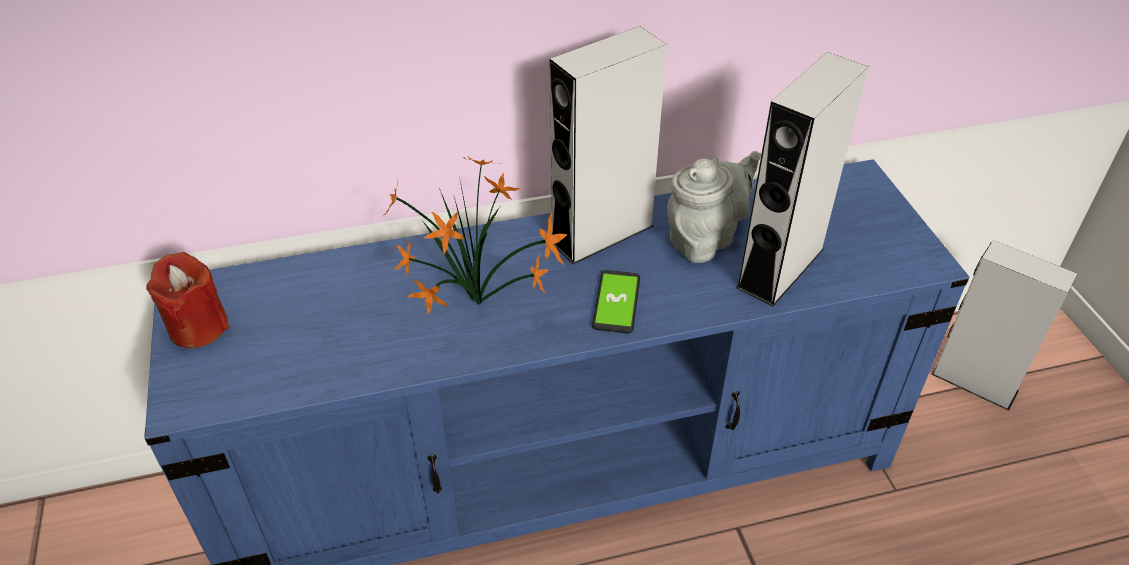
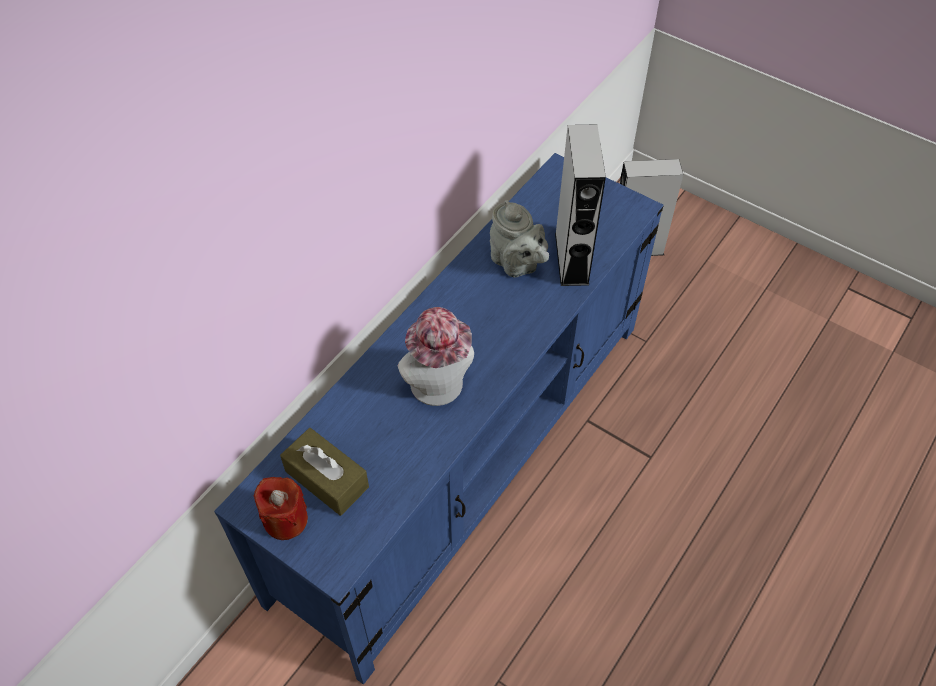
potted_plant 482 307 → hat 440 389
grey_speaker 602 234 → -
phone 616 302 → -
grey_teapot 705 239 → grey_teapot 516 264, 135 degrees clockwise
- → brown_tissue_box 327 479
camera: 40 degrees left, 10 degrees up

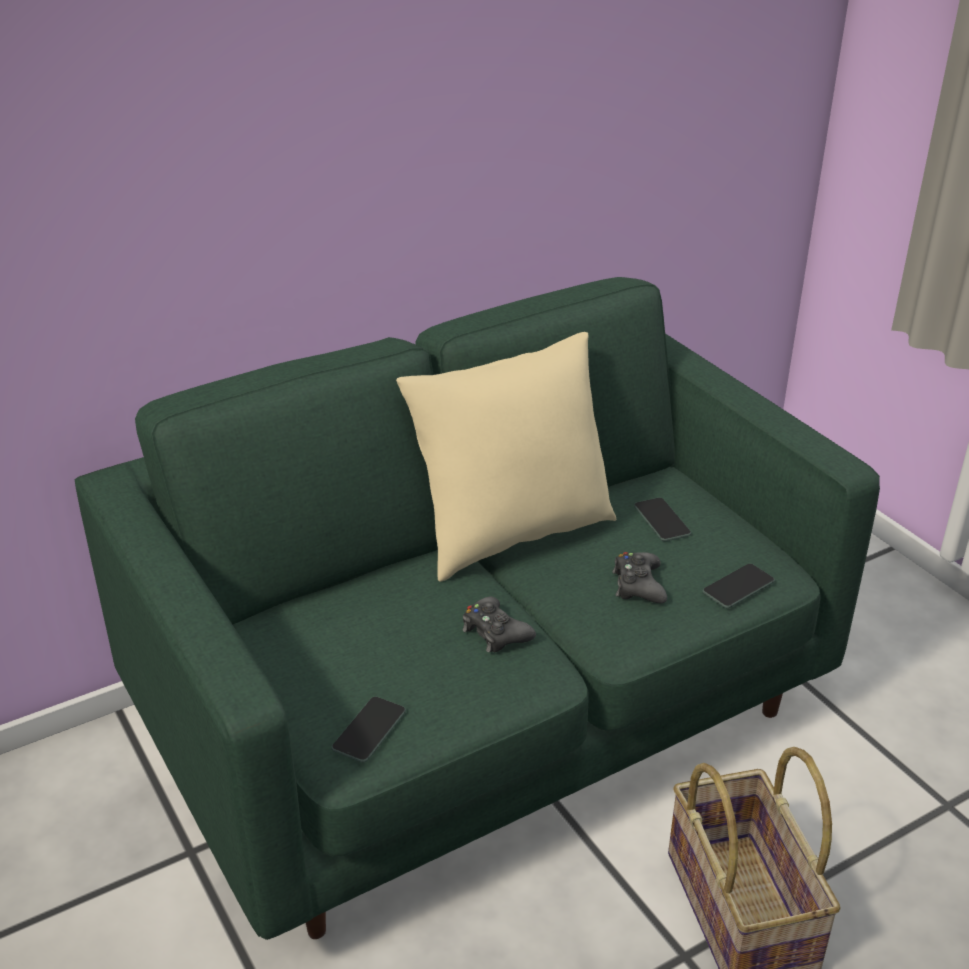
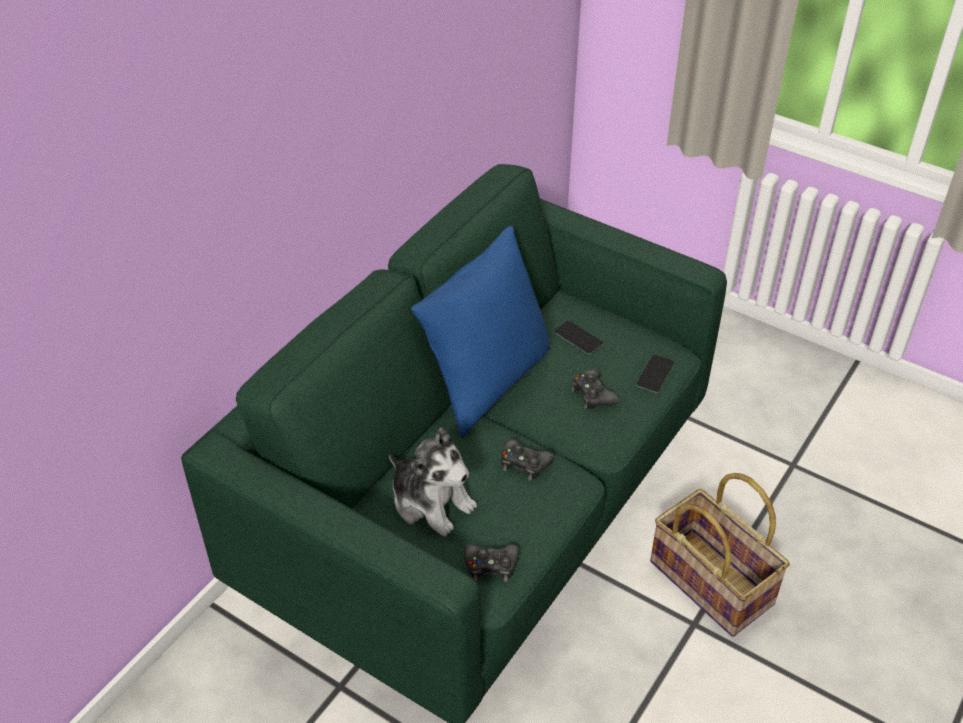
phone 369 730 → black_game_controller 491 565
beige_pillow 511 534 → blue_pillow 486 383
- → plush_toy 431 502
camera: 25 degrees left, 10 degrees up

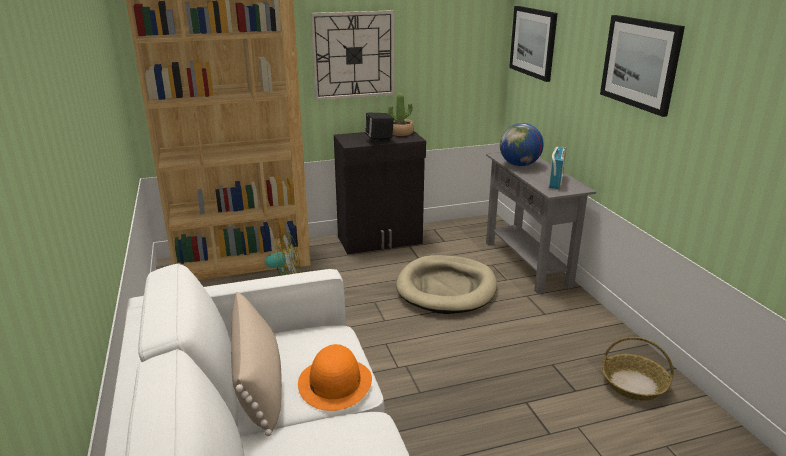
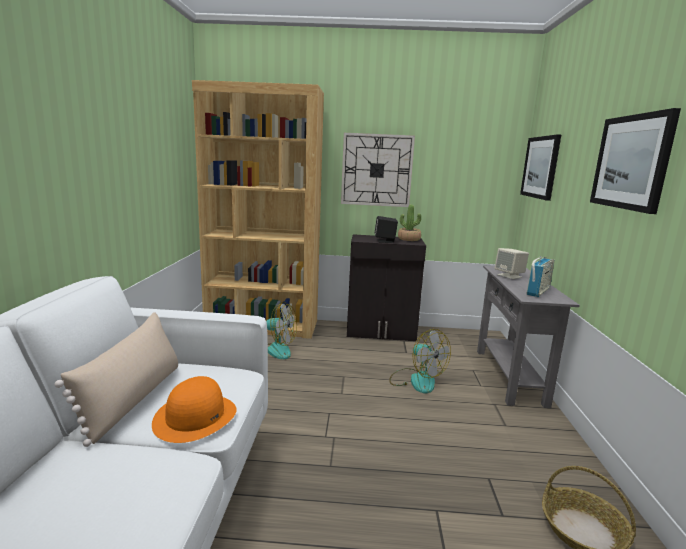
beige_dog_bed 446 288 → fan 416 380
globe 519 165 → beige_speaker 509 276
camera: 20 degrees right, 10 degrees down

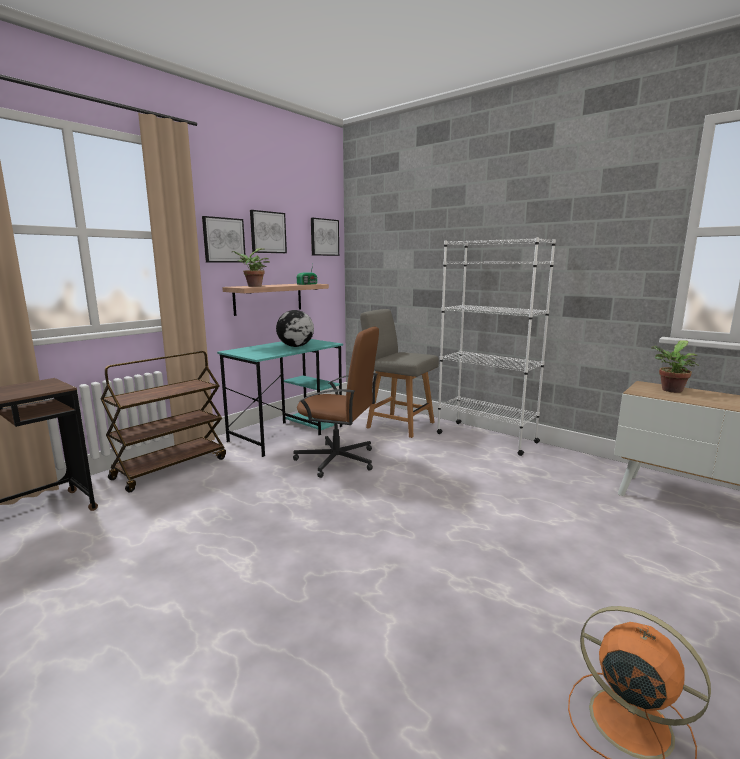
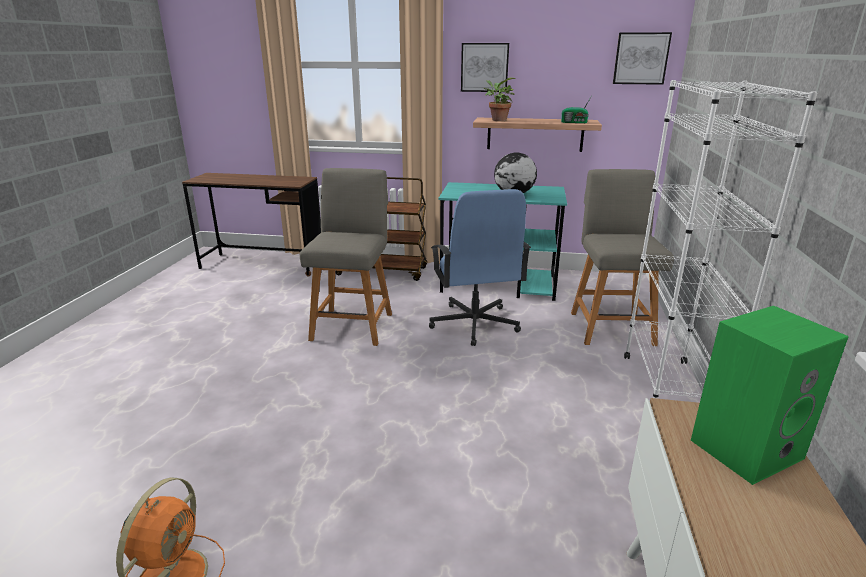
picture 267 232 → -
brown_office_chair 338 460 → blue_office_chair 474 324
potted_plant 670 390 → green_speaker 745 447
- → grey_chair 353 325
camera: 60 degrees right, 10 degrees up

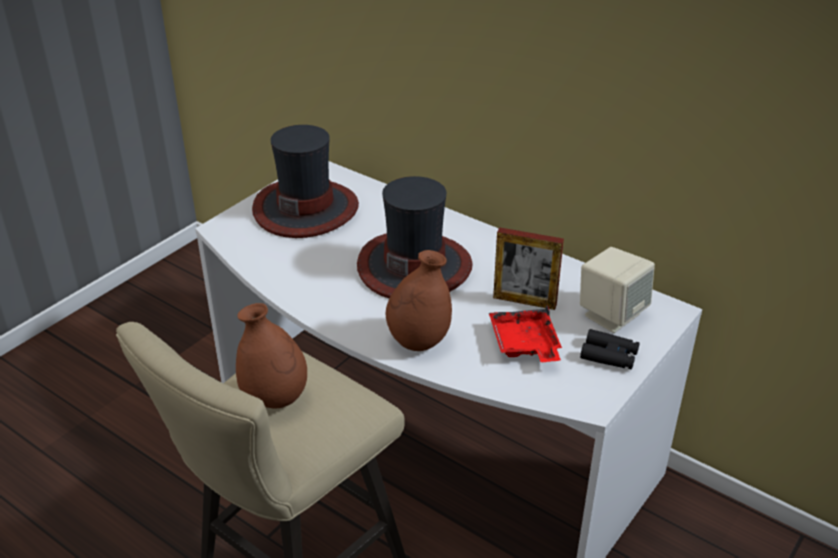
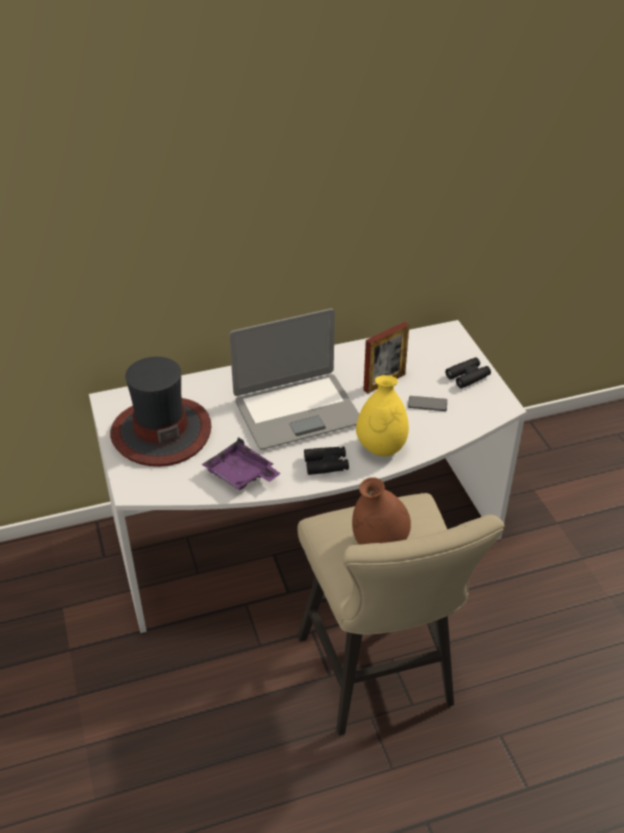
hat 414 266 → laptop 297 411
brown_vase 419 341 → yellow_vase 381 447
red_tray 525 345 → phone 427 404
beige_speaker 611 314 → -
- → purple_tray 241 475
- → black_binoculars 326 464
camera: 55 degrees left, 5 degrees up

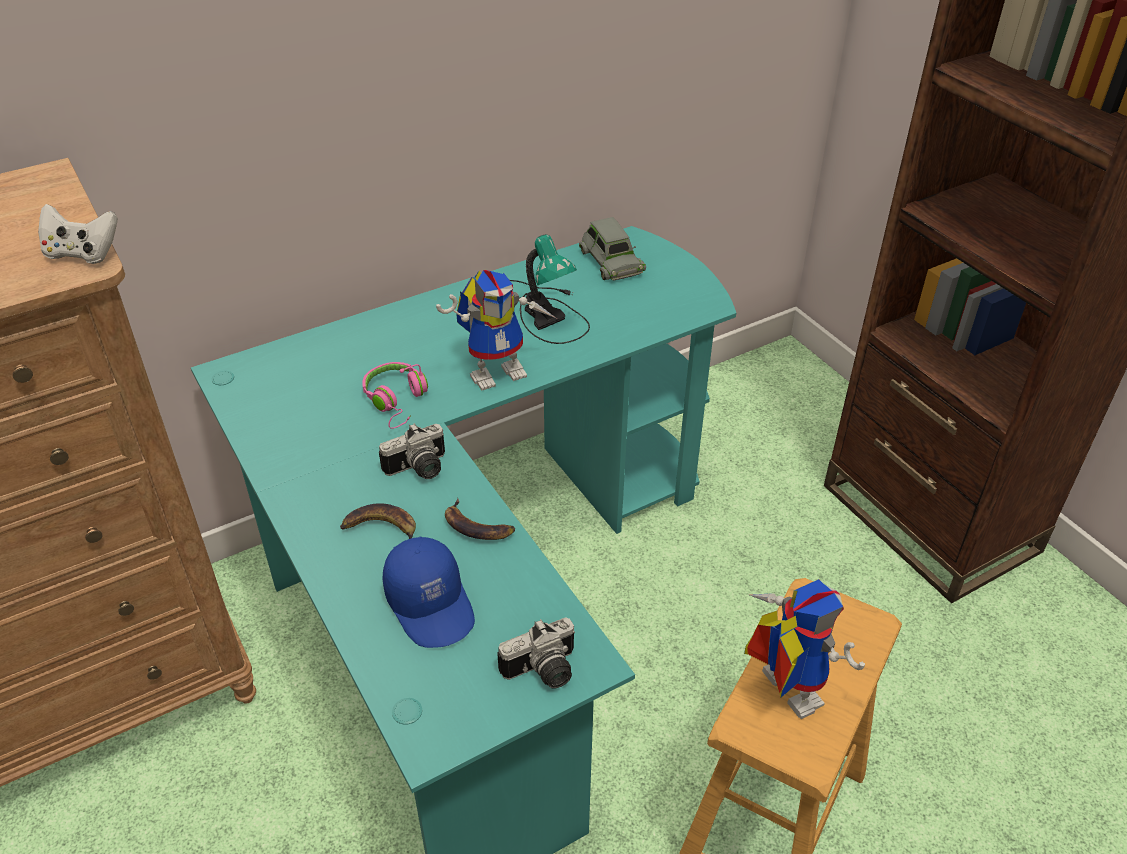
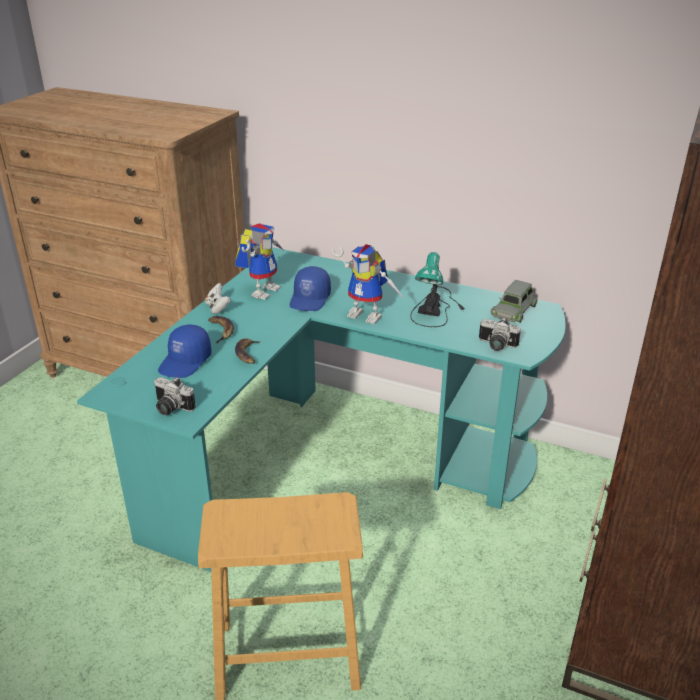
white_game_controller 82 254 → white_game_controller 218 308, move
pink_headphones 397 401 → blue_cap 310 299
photo_camera 419 470 → photo_camera 496 346, move
toy_robot 779 689 → toy_robot 263 290, move
camera: 55 degrees right, 10 degrees down

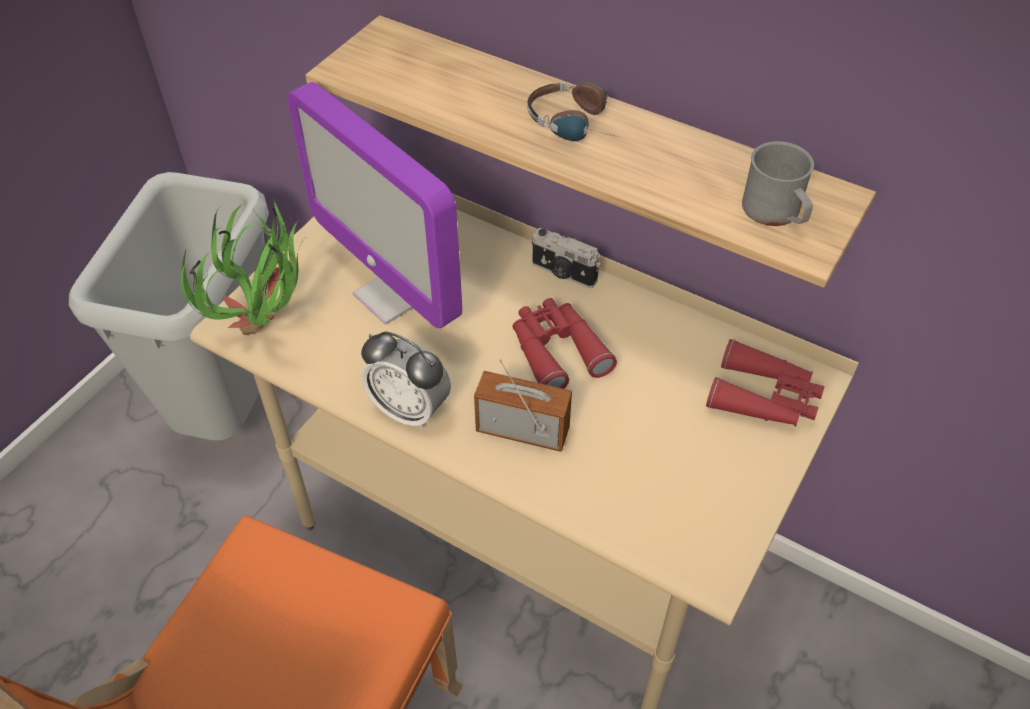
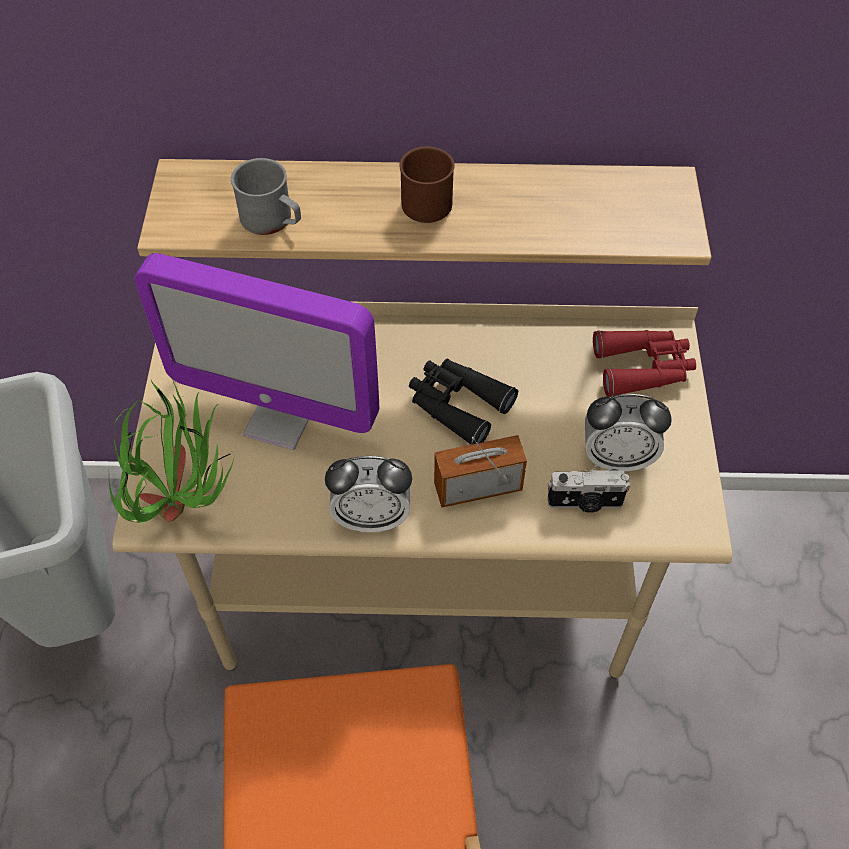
red_binoculars 556 350 → black_binoculars 457 405
headphones 579 123 → brown_mug 426 198
photo_camera 563 273 → photo_camera 585 503, move
grey_mug 776 213 → grey_mug 272 221, move
- → alarm_clock 617 457
camera: 30 degrees left, 5 degrees up

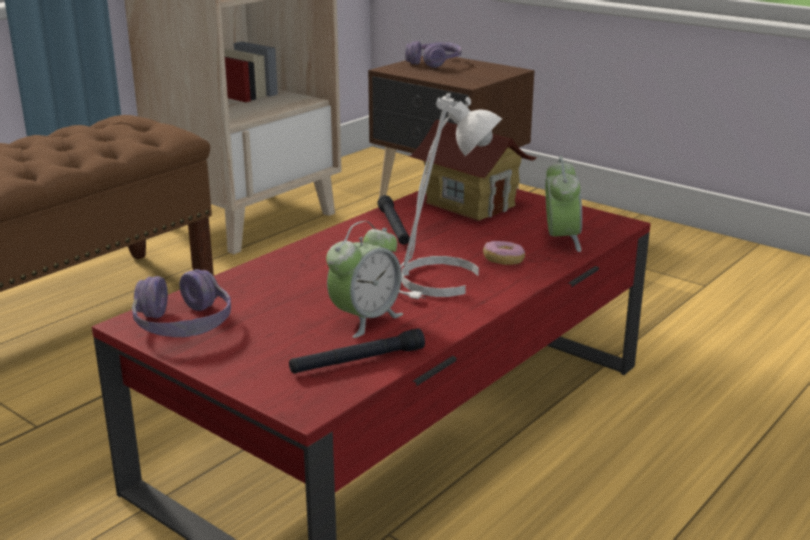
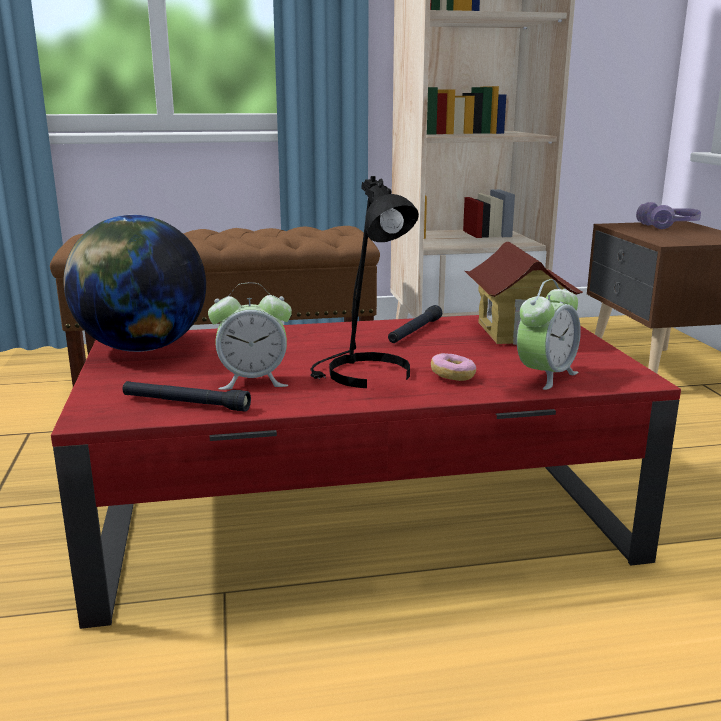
purple_headphones 183 324 → globe 141 348
white_table_lamp 439 282 → black_table_lamp 364 375
camera: 40 degrees right, 5 degrees down

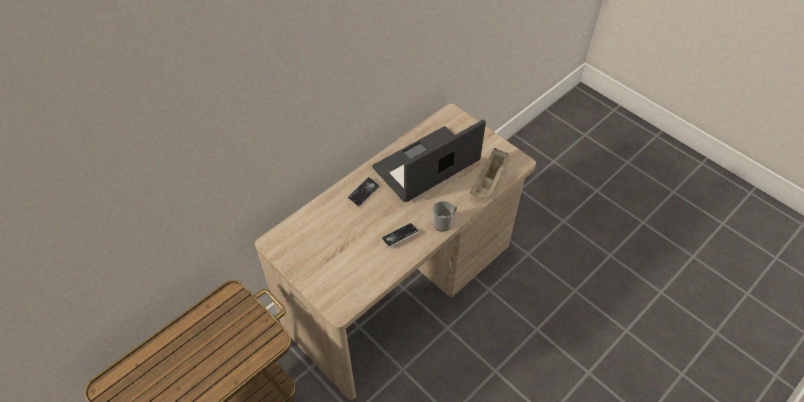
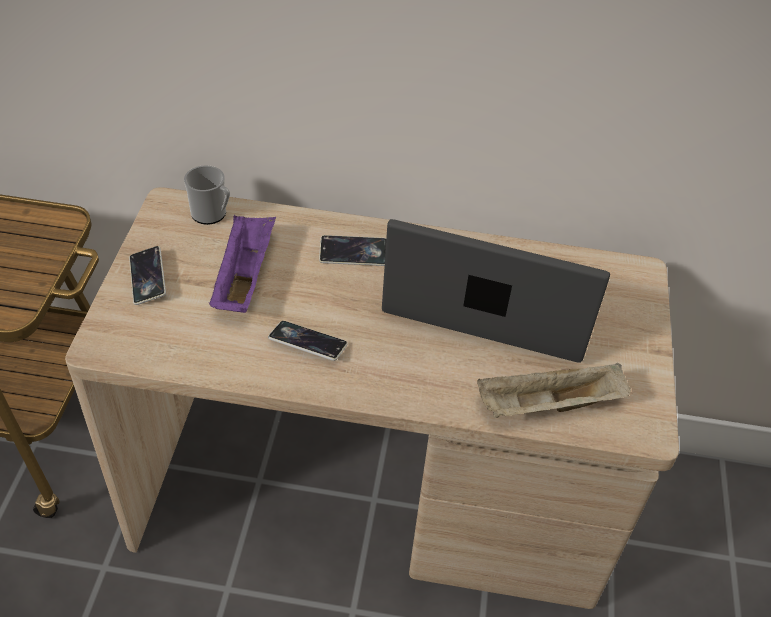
mug 444 223 → mug 212 214, move
- → phone 147 278
- → purple_tray 244 276
camera: 50 degrees right, 5 degrees down

